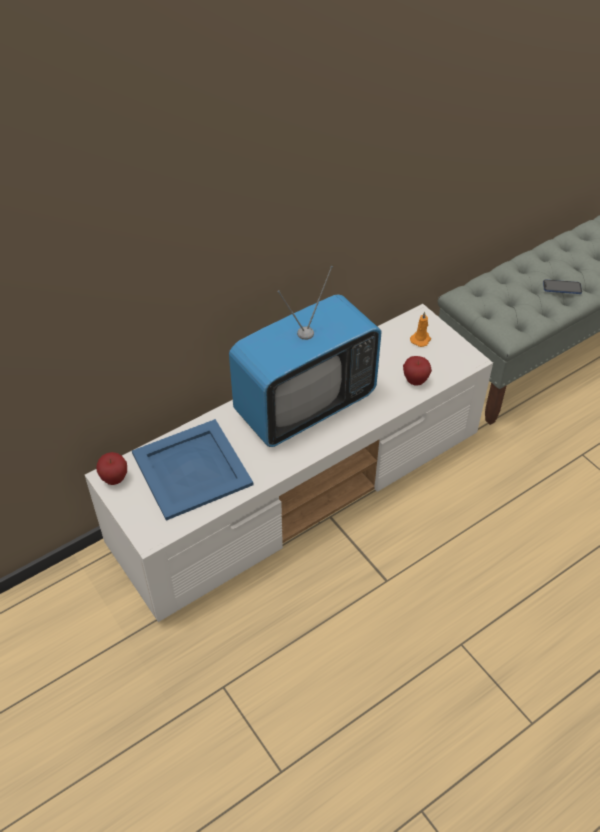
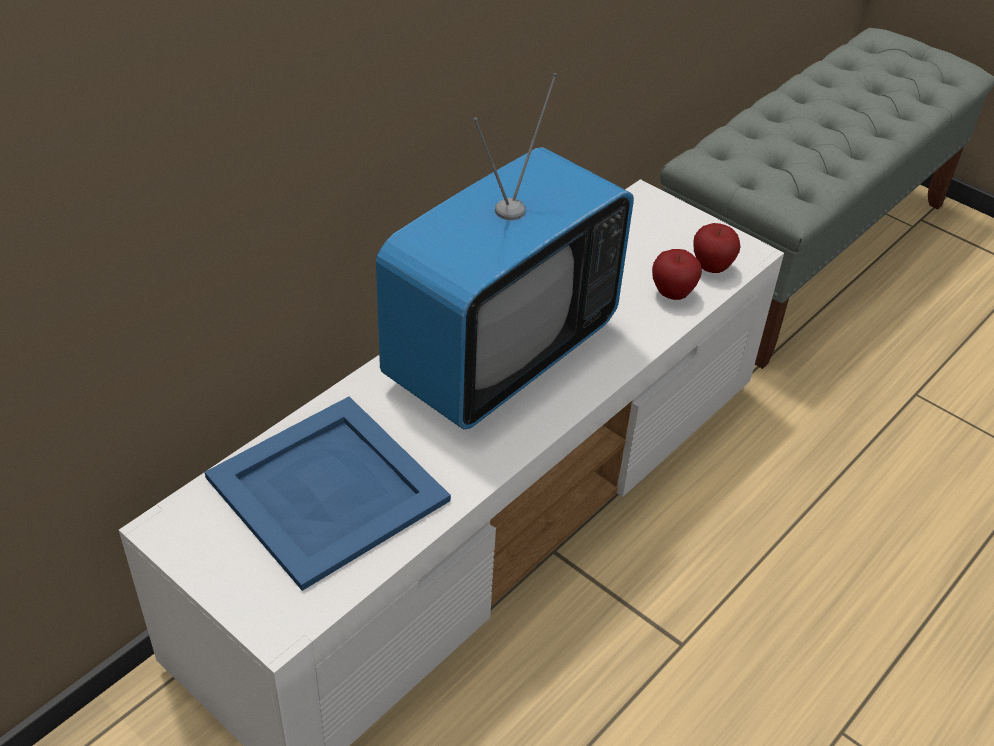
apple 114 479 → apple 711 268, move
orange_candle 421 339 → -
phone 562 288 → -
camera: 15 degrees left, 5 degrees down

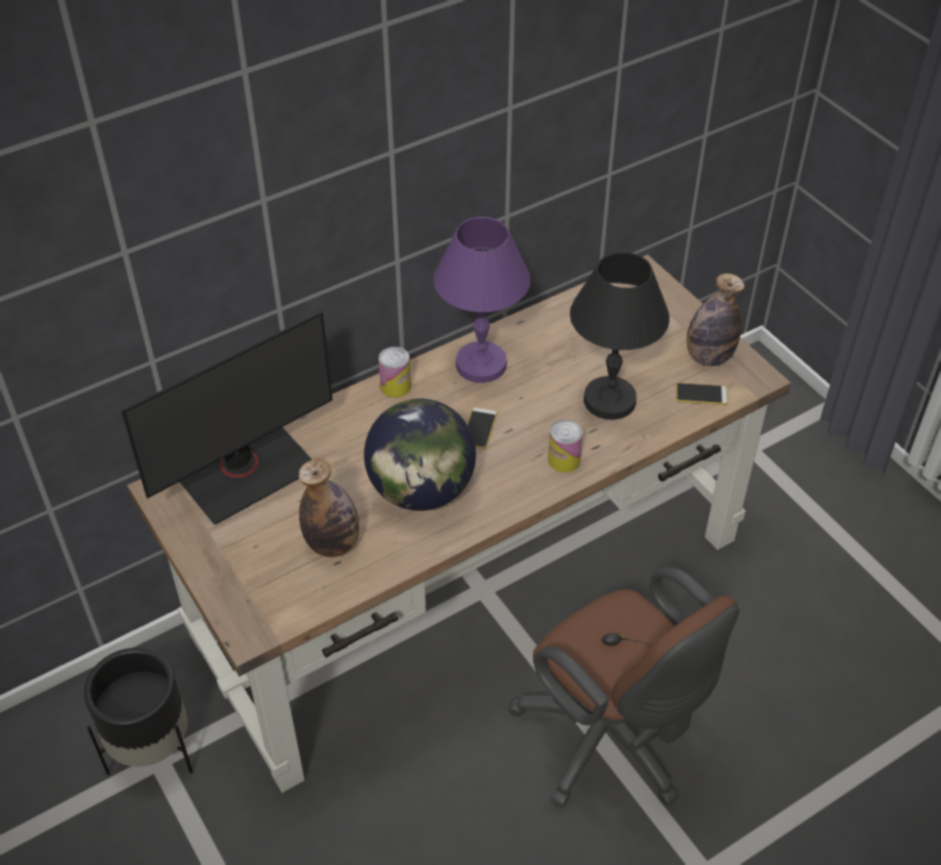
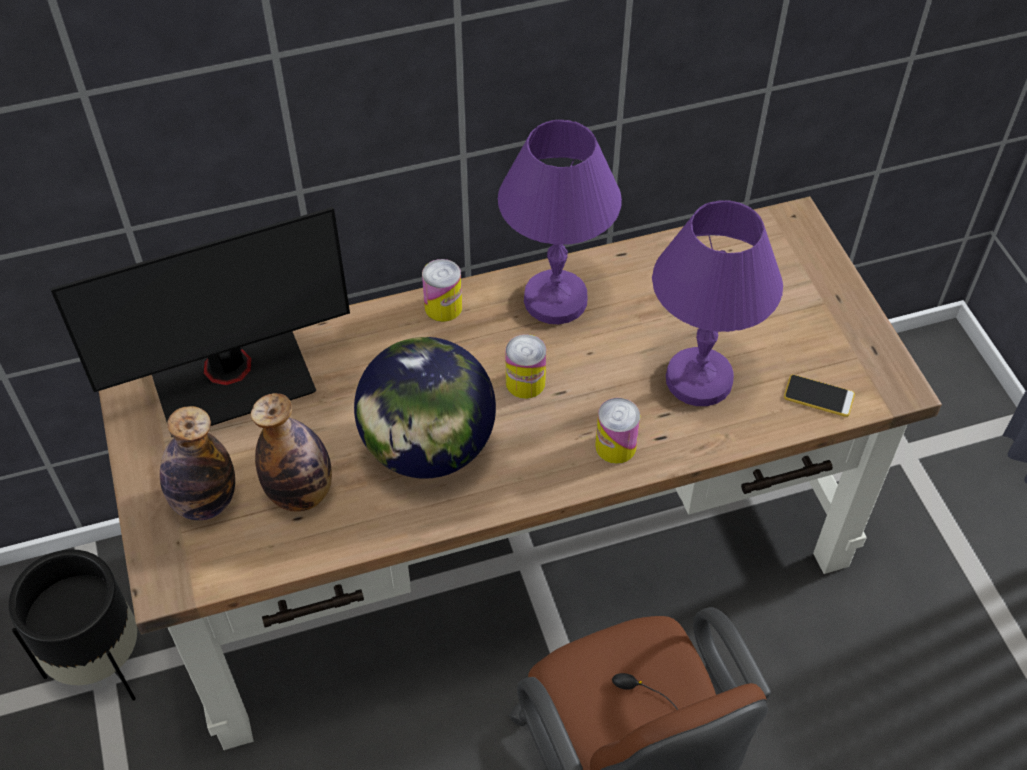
phone 479 428 → can 525 382
black_table_lamp 609 400 → purple_table_lamp 698 379
bottle 708 357 → bottle 205 501, move
camera: 15 degrees right, 5 degrees up

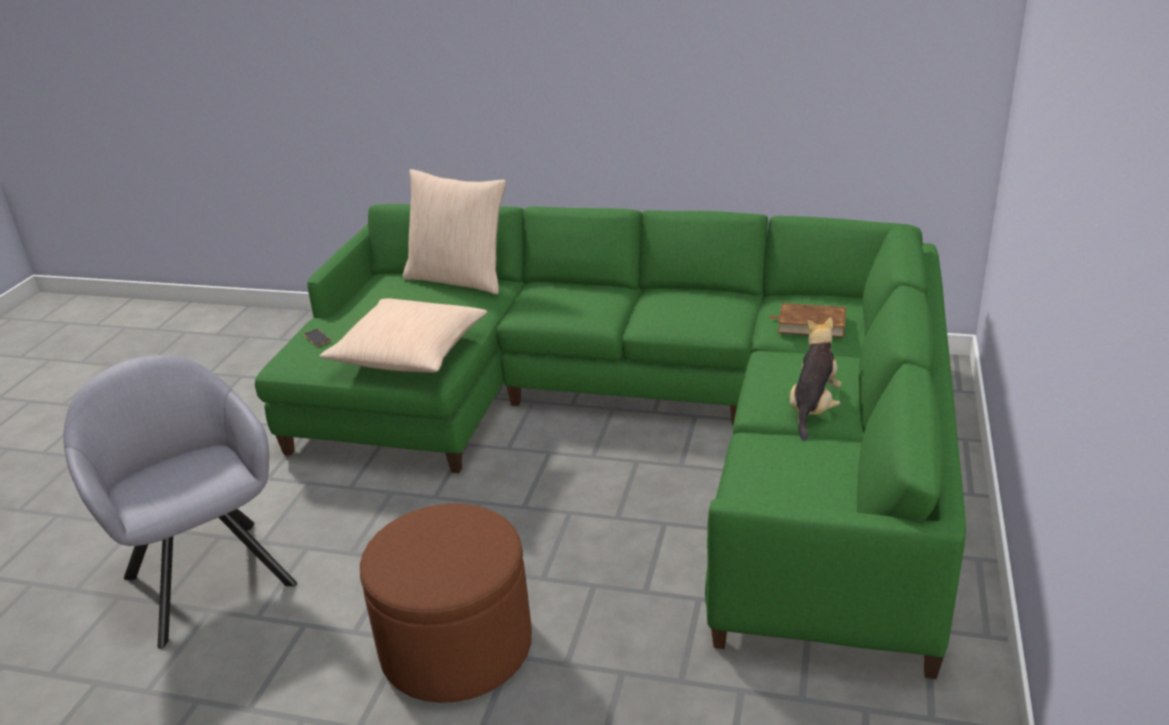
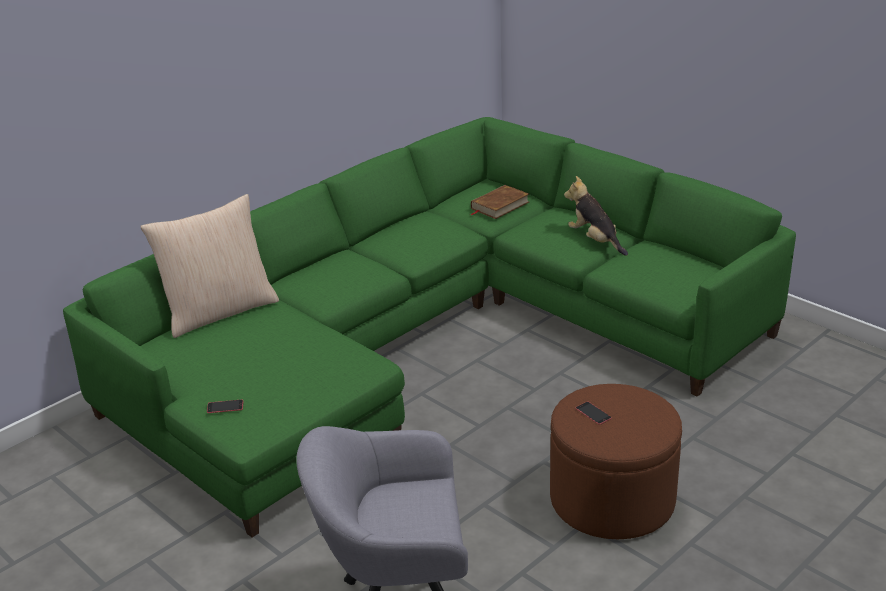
beige_pillow 409 352 → -
- → phone 593 413
camera: 60 degrees left, 0 degrees up

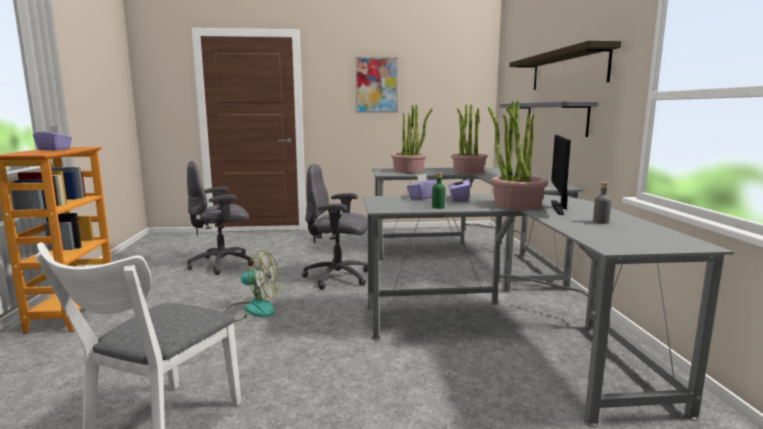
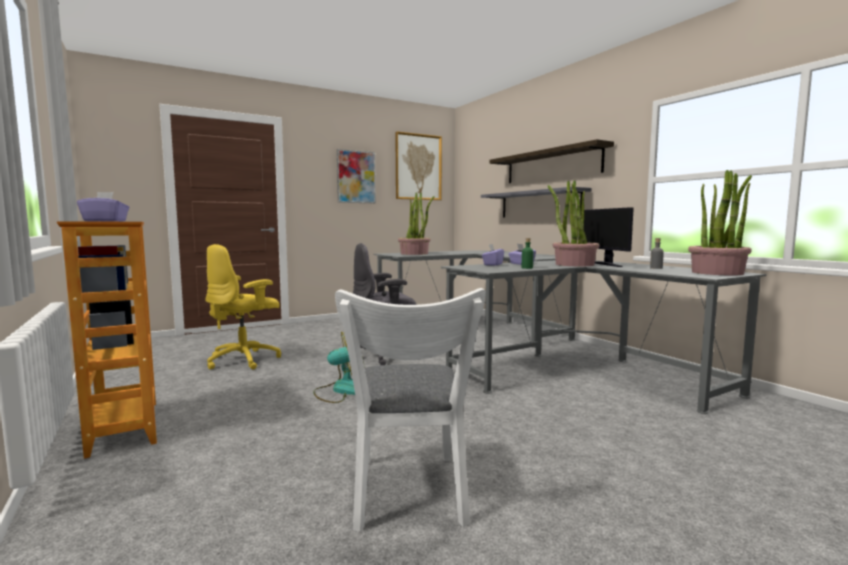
grey_office_chair 223 264 → yellow_office_chair 244 360
potted_plant 468 172 → potted_plant 717 273, move
- → picture 418 167
camera: 25 degrees left, 5 degrees down

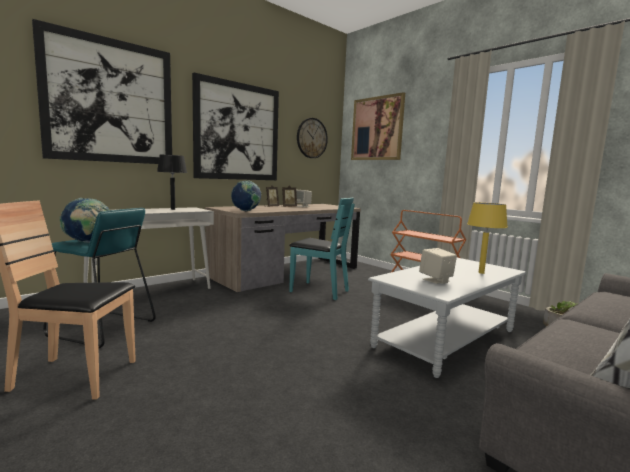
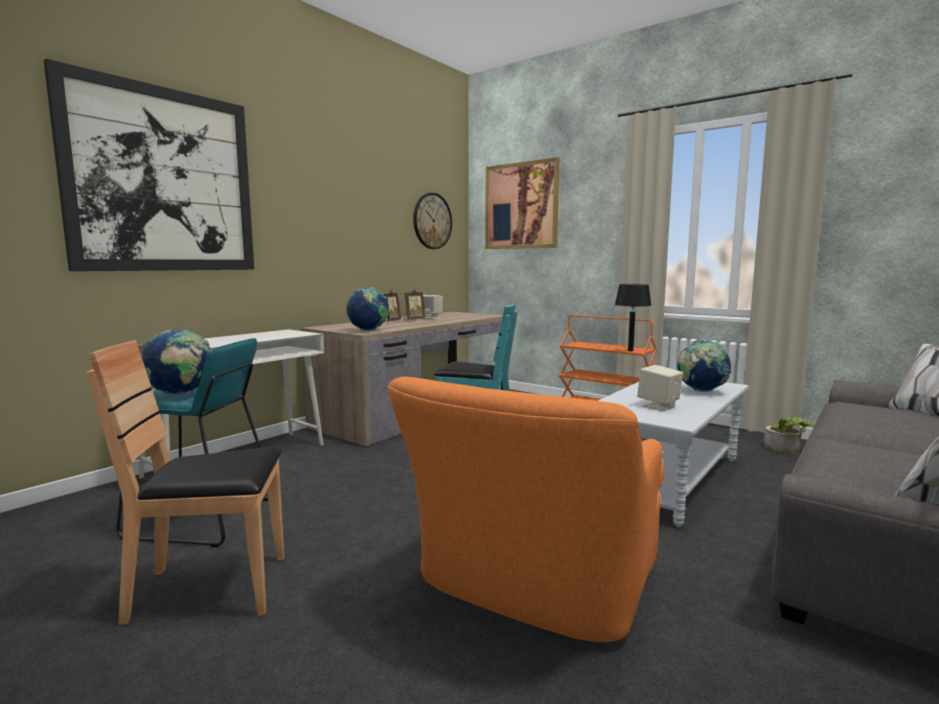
black_table_lamp 173 209 → black_table_lamp 630 351, move
picture 237 132 → -
yellow_table_lamp 481 273 → globe 701 391
- → orange_armchair 532 582
camera: 10 degrees left, 0 degrees up

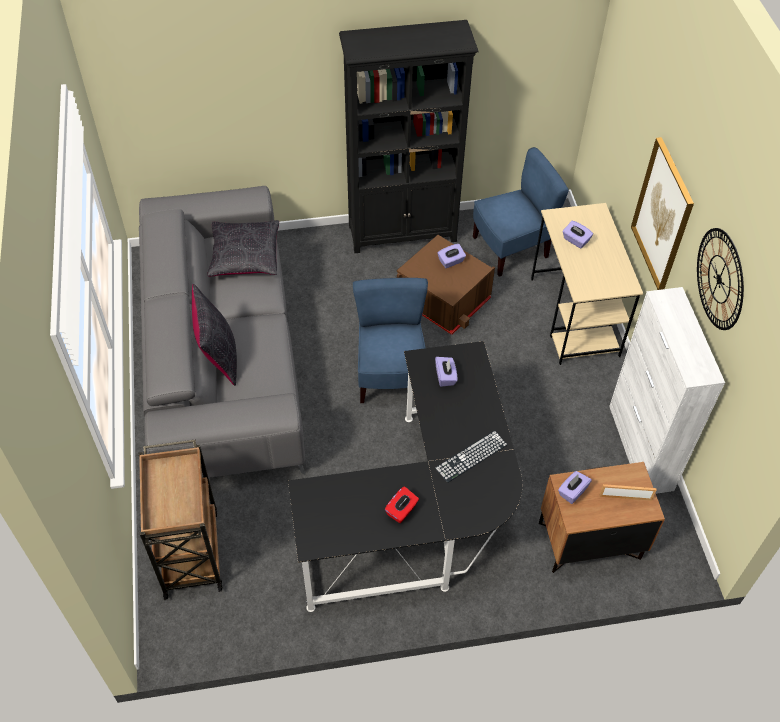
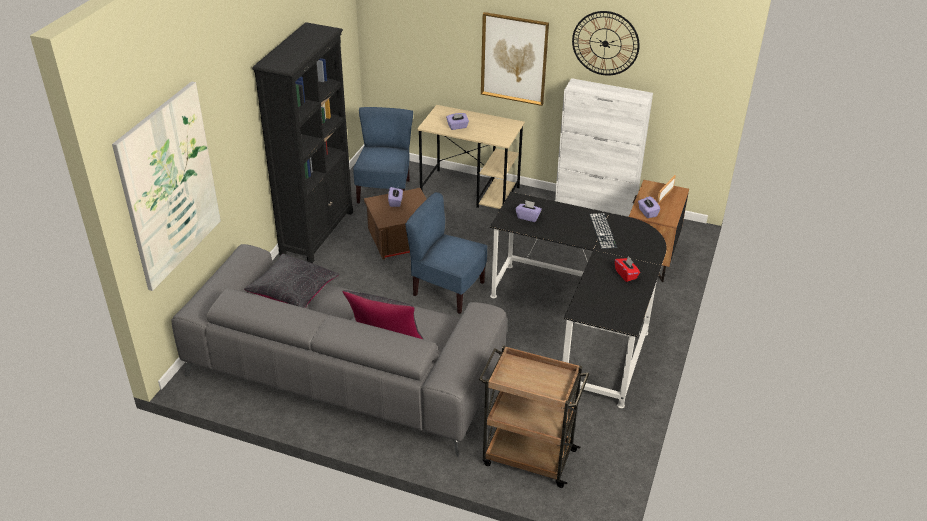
- → picture 169 186
camera: 60 degrees left, 15 degrees down

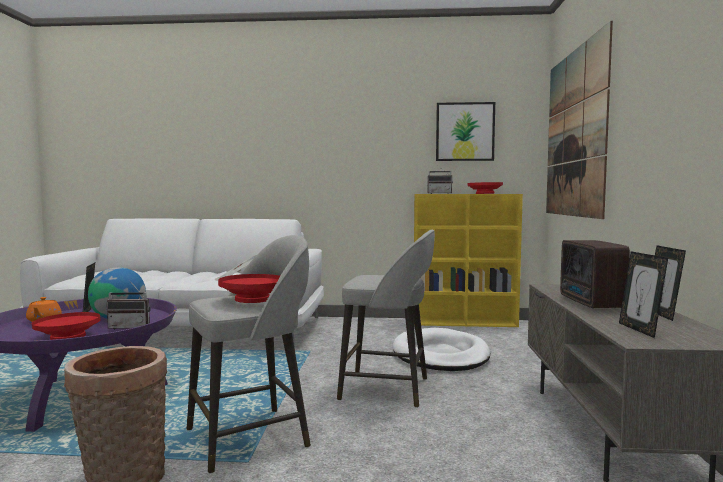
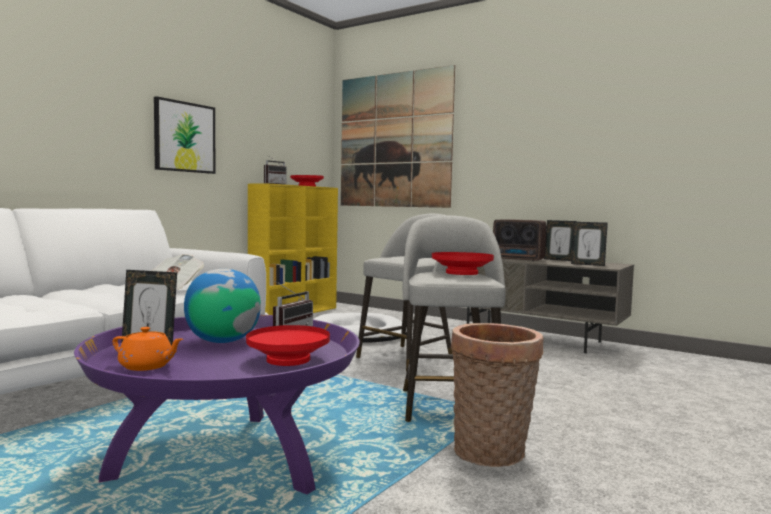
picture 465 132 → picture 184 137, move
camera: 60 degrees left, 0 degrees up

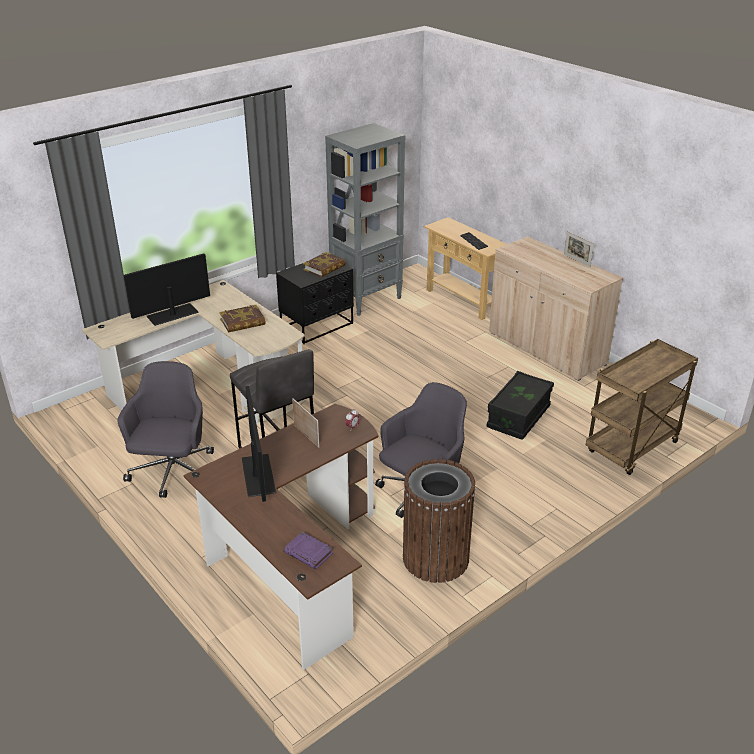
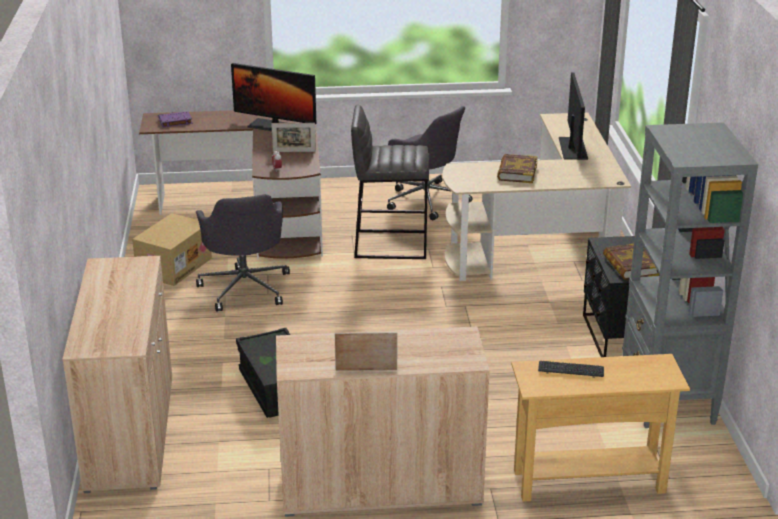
brown_trash_can 435 558 → cardboard_box 173 266
brown_cart 632 449 → beige_cabinet 131 432
camera: 125 degrees right, 5 degrees down

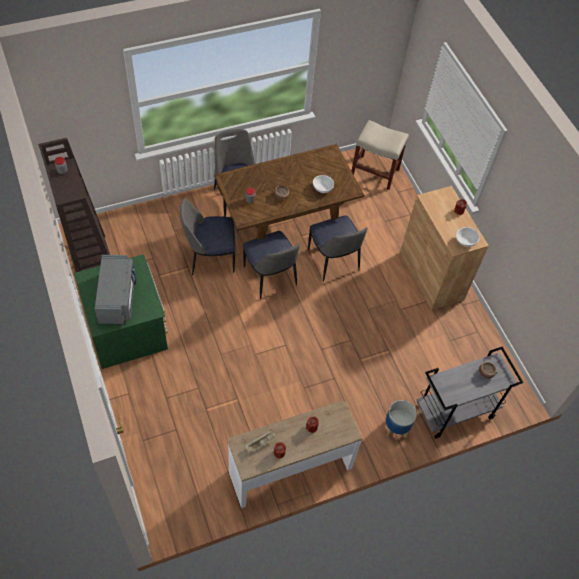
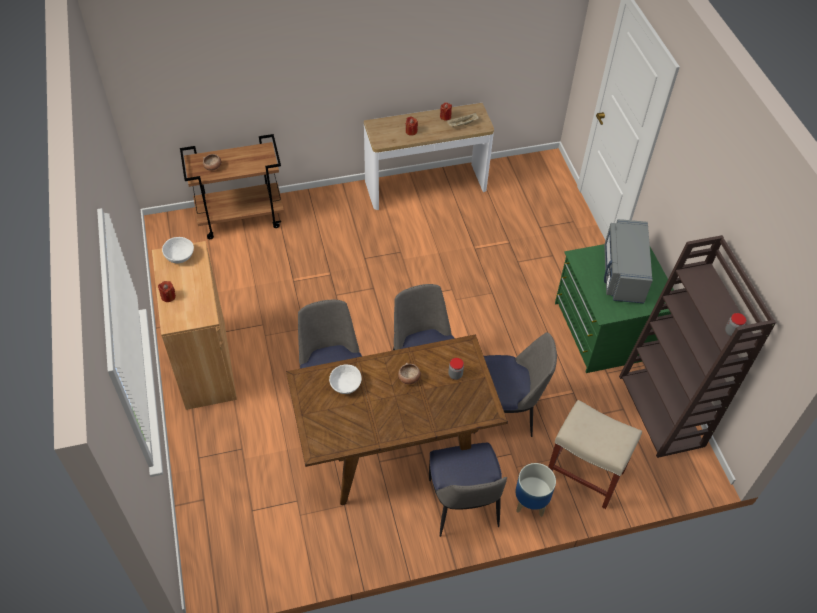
beige_stool 375 172 → beige_stool 583 474, move
planter 396 427 → planter 530 503, move
grey_cart 454 412 → brown_cart 241 217
camera: 170 degrees left, 5 degrees down

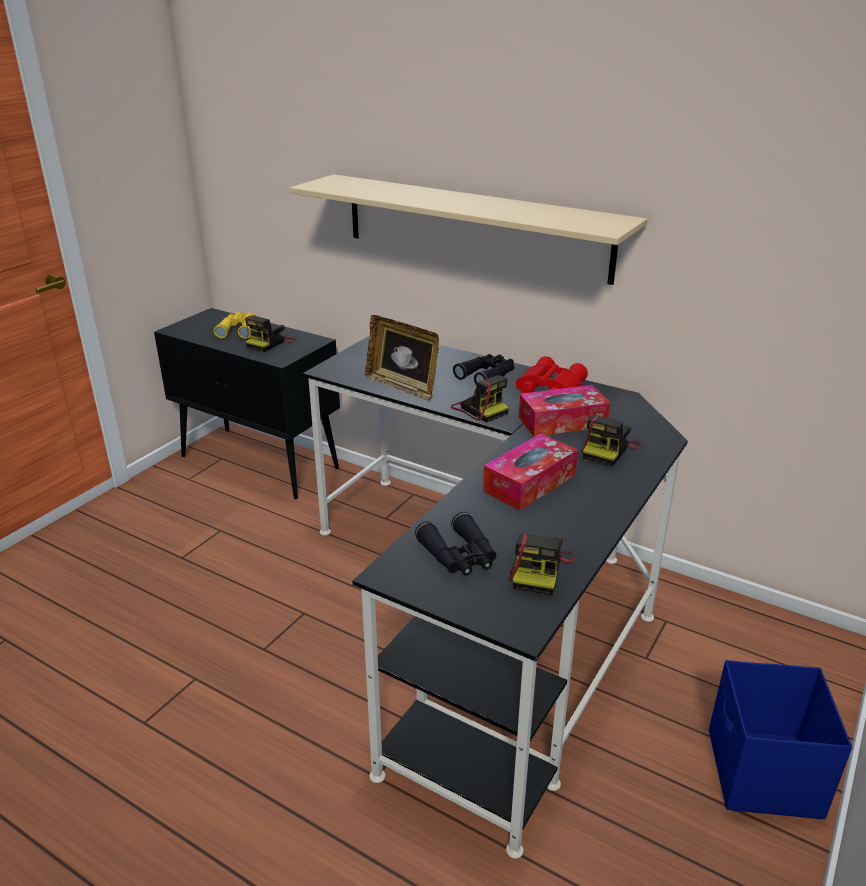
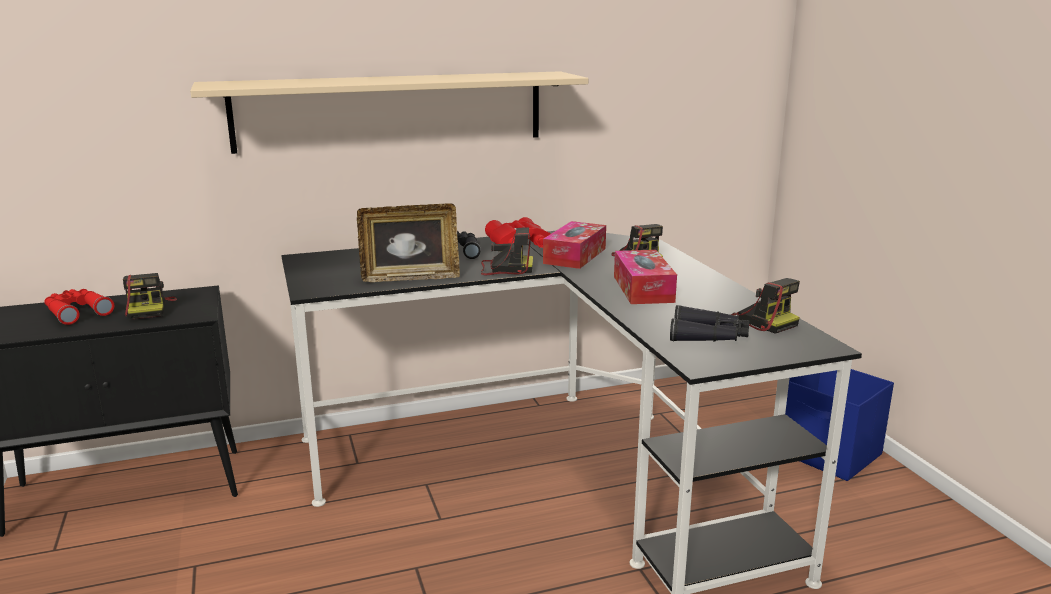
yellow_binoculars 239 330 → red_binoculars 76 312
camera: 50 degrees left, 10 degrees down

